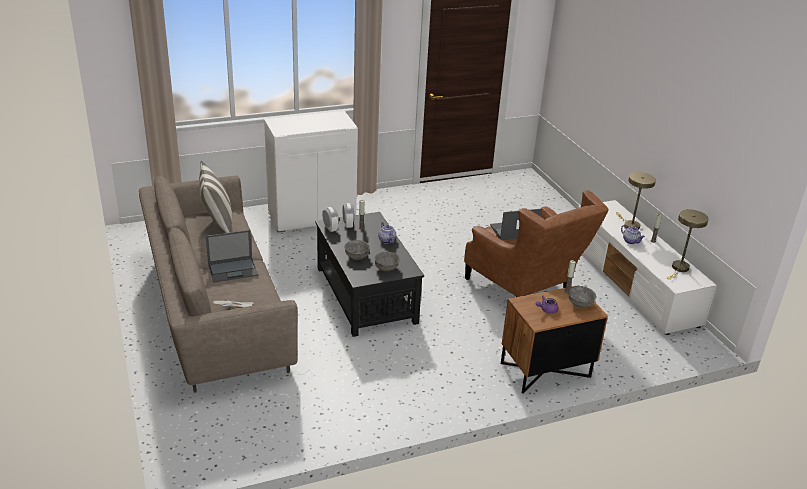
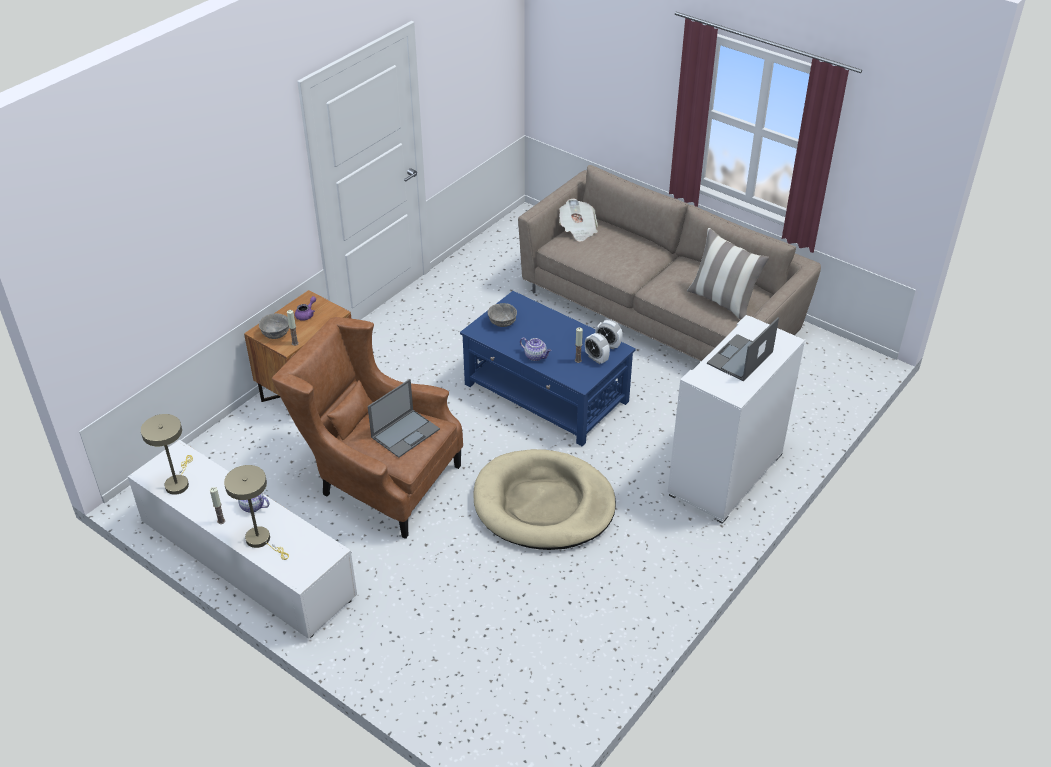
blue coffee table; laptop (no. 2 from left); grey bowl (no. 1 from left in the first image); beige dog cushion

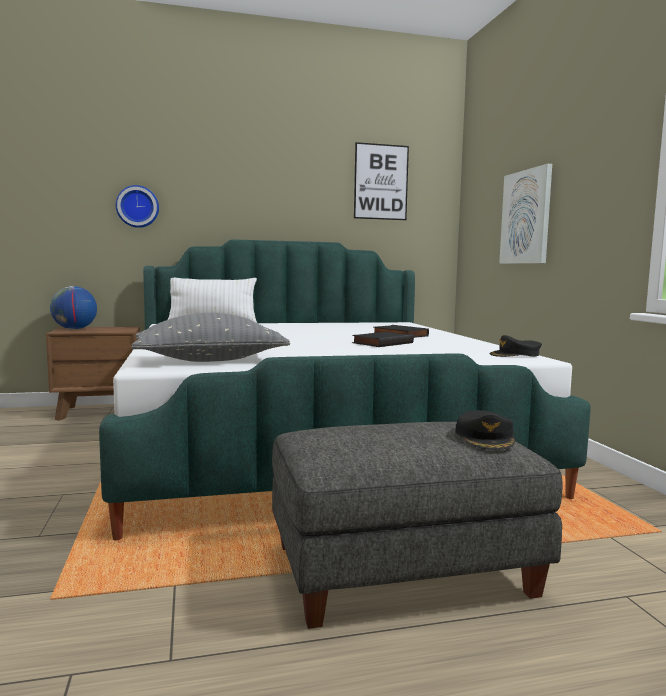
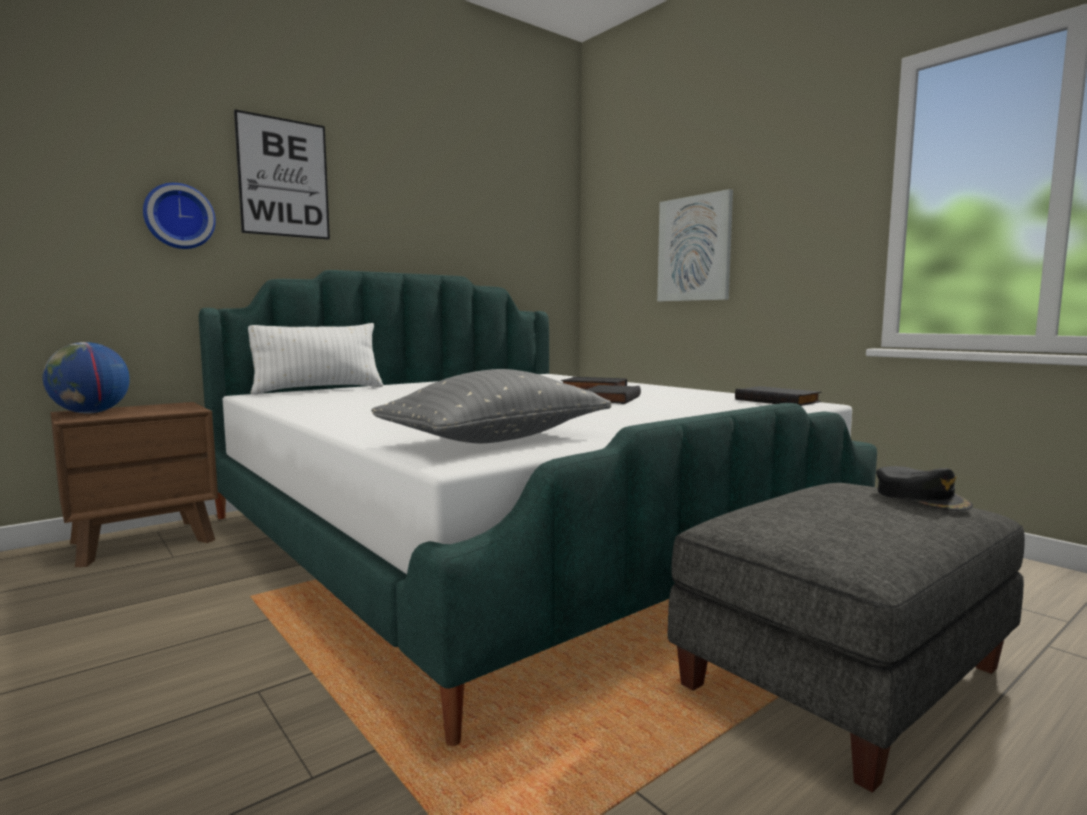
picture (no. 1 from left); blackish book (no. 3 from left)

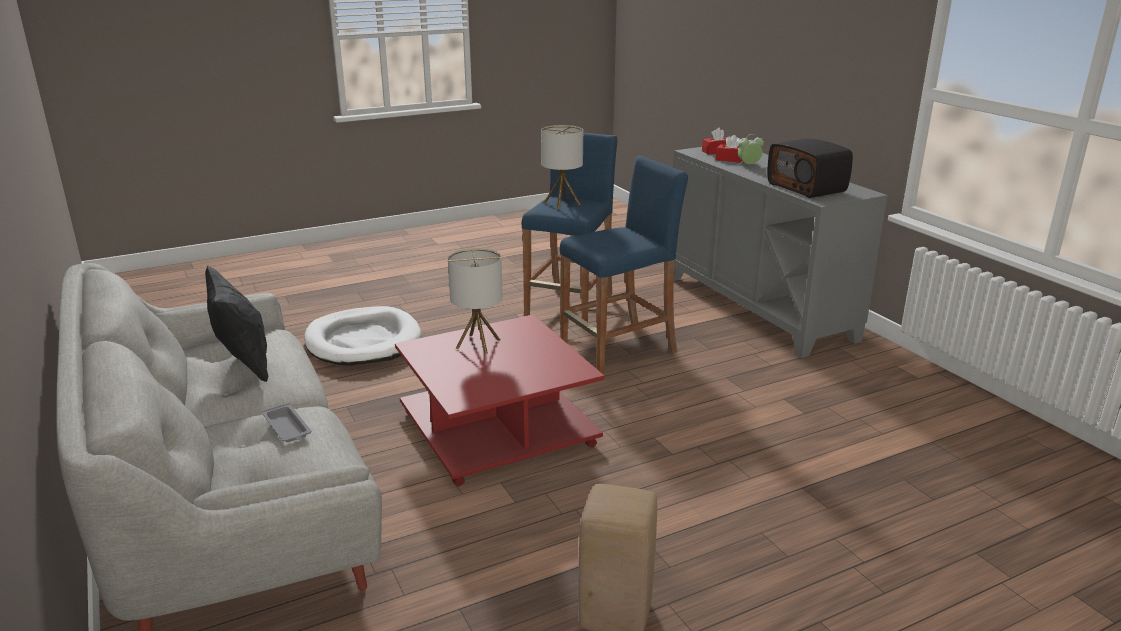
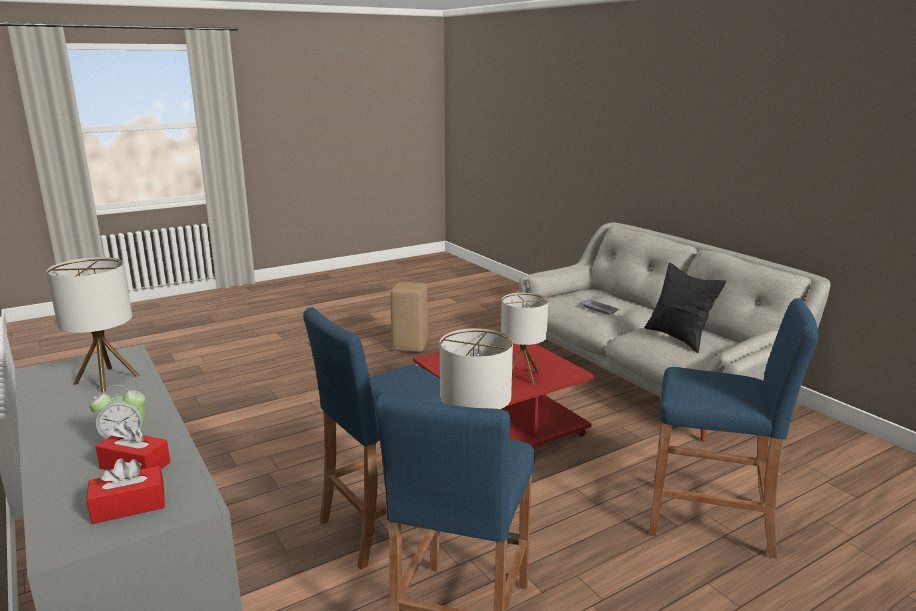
tabletop lamp (no. 1 from left); blue sitting stool (no. 3 from left)

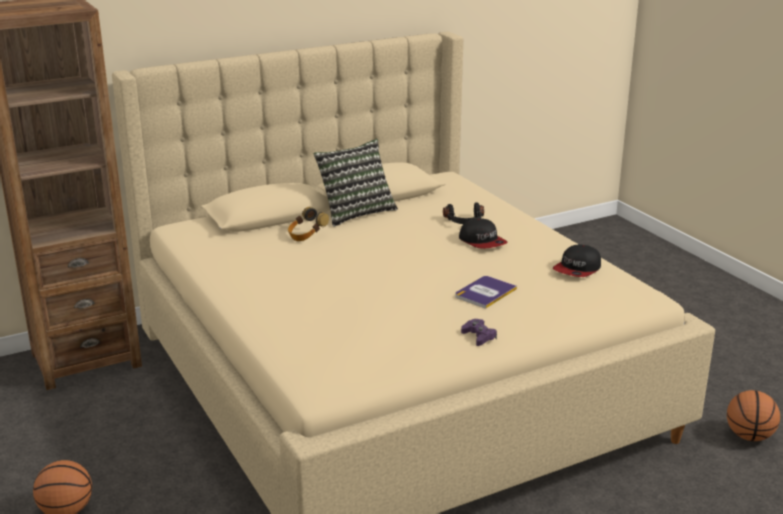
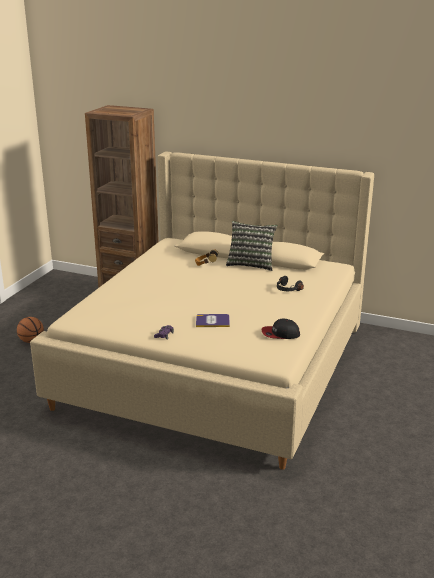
peaked cap (no. 1 from left in the first image); basketball (no. 2 from left in the first image)

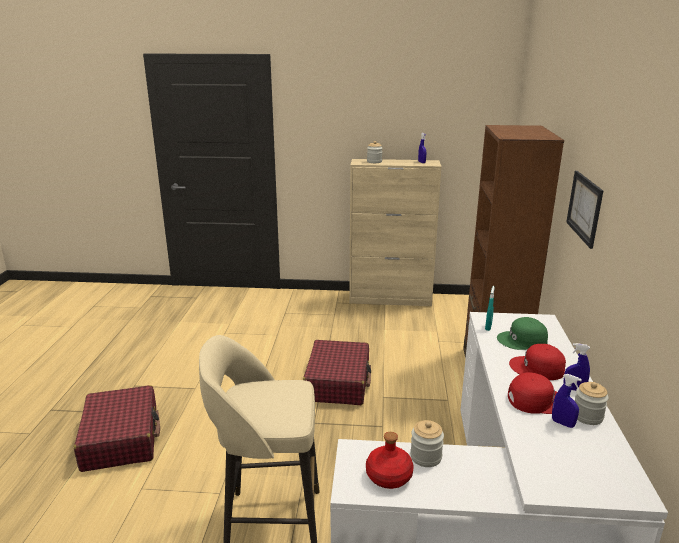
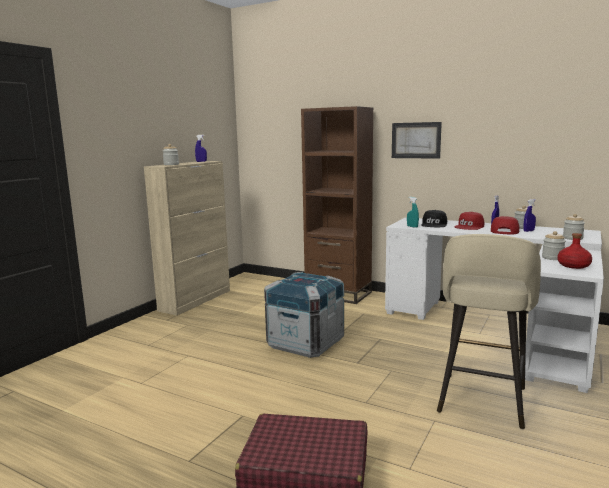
blackish peaked cap; packing crate; preserve jar (no. 4 from left)

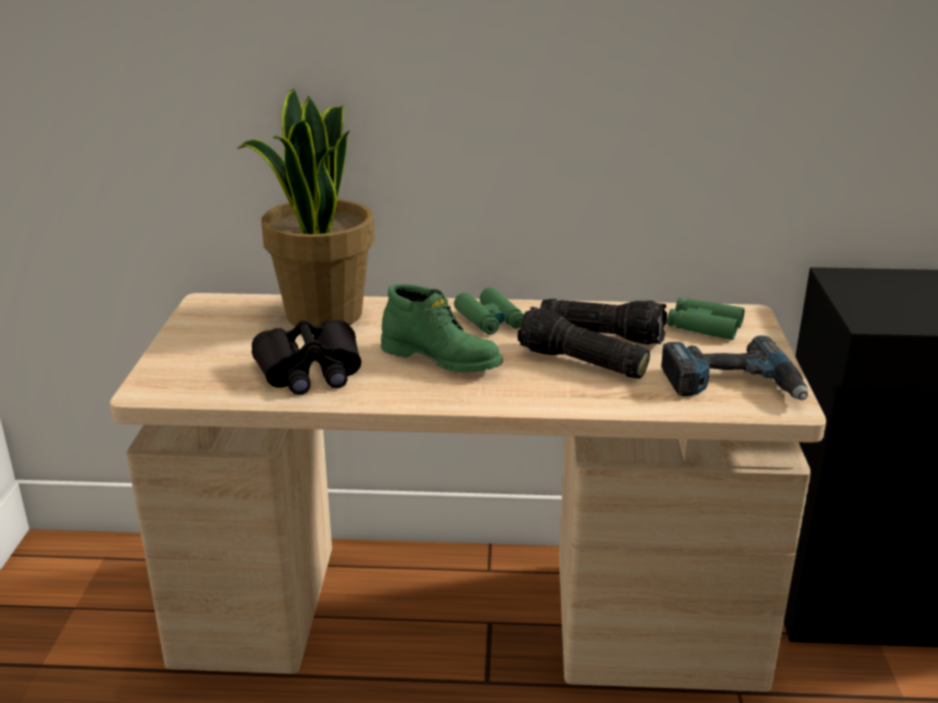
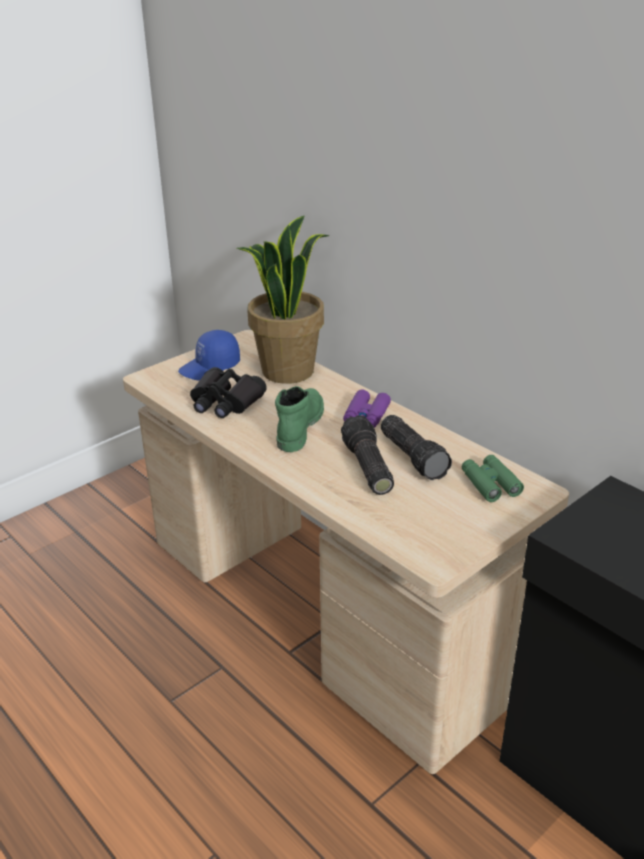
green boot; purple-coloured field glasses; drill; blue peaked cap

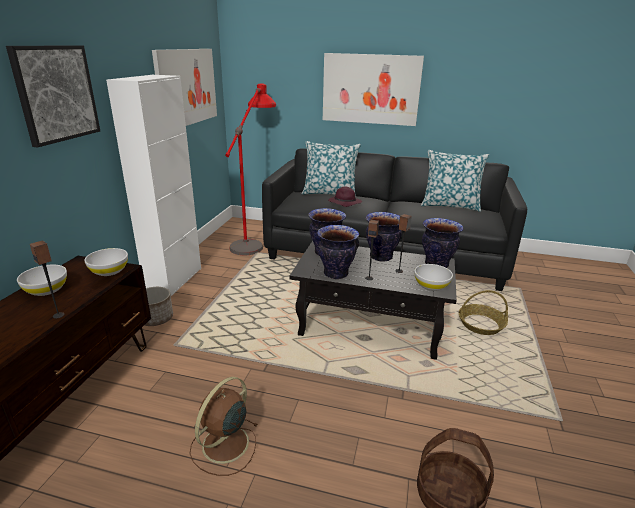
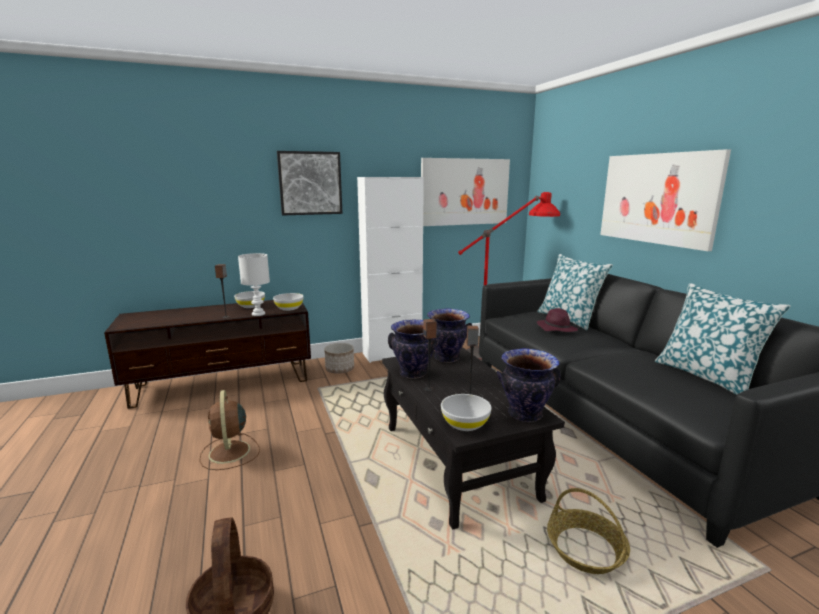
decorative vase (no. 3 from left in the first image); brown cooling fan; white-coloured tabletop lamp

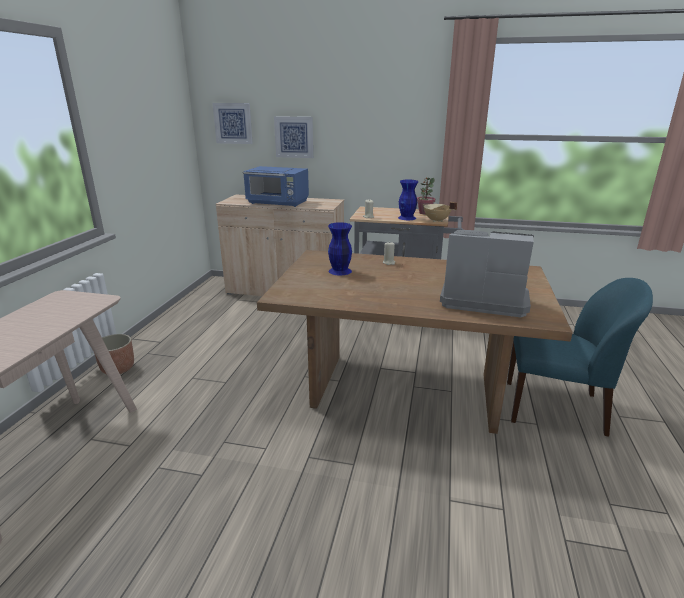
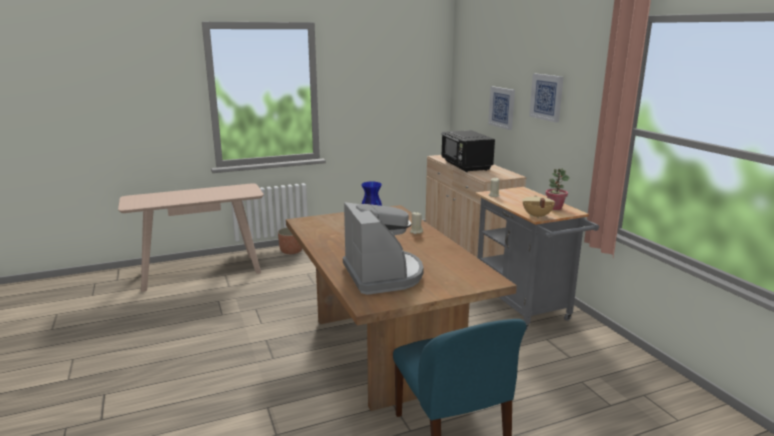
picture (no. 2 from left); blackish microwave; blue decorative vase (no. 2 from left in the first image)

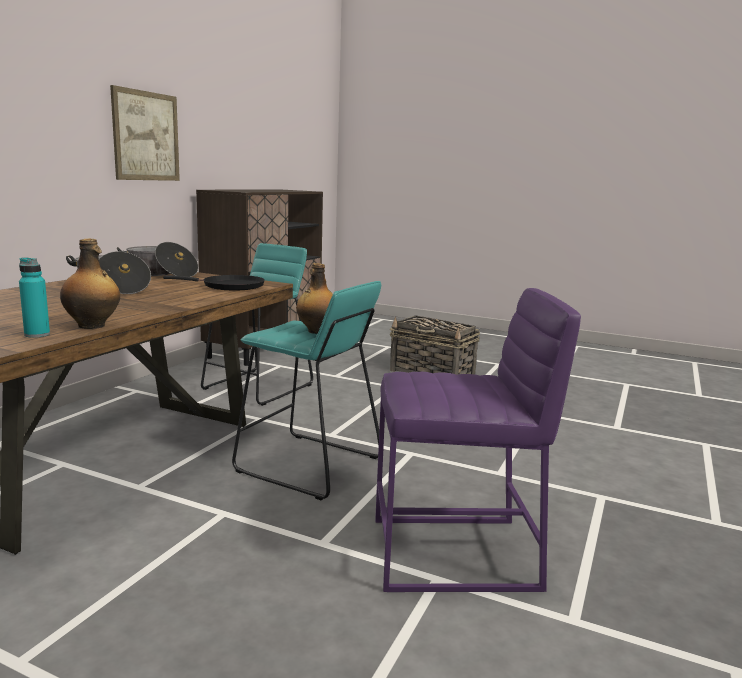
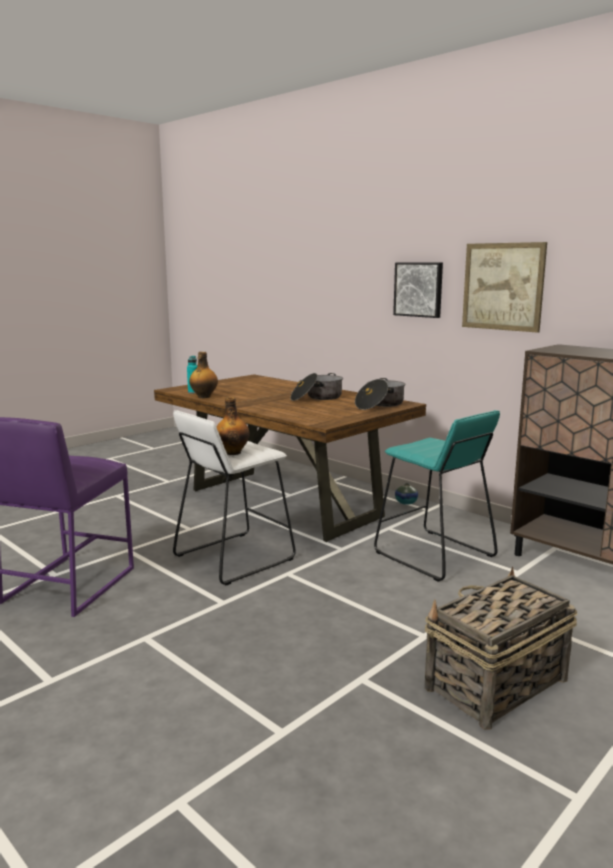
blackish pan; white-coloured sitting stool; picture (no. 1 from left); decorative vase

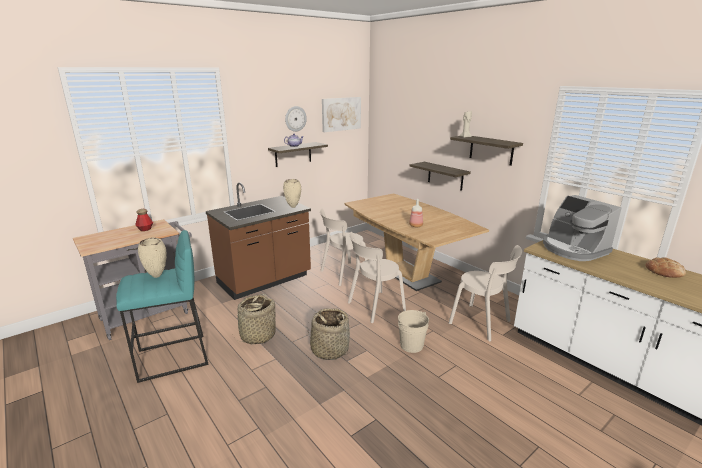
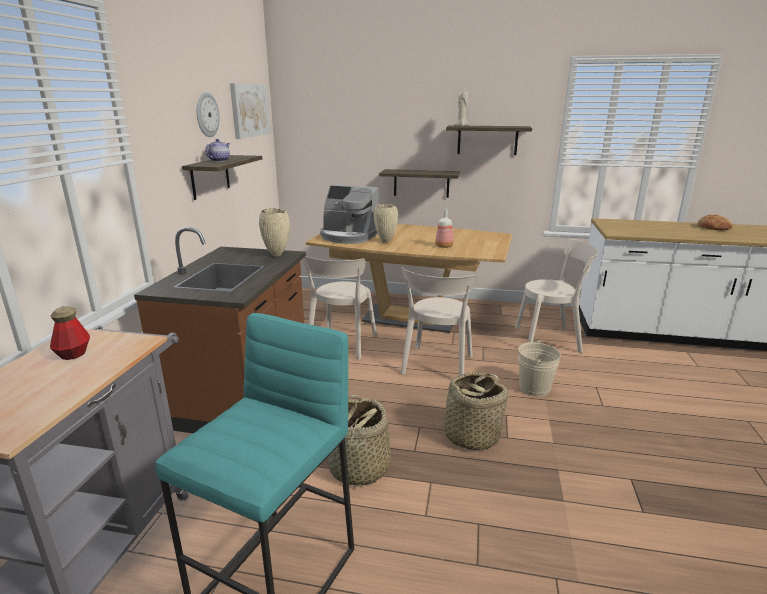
coffee maker; beige decorative vase (no. 2 from left)

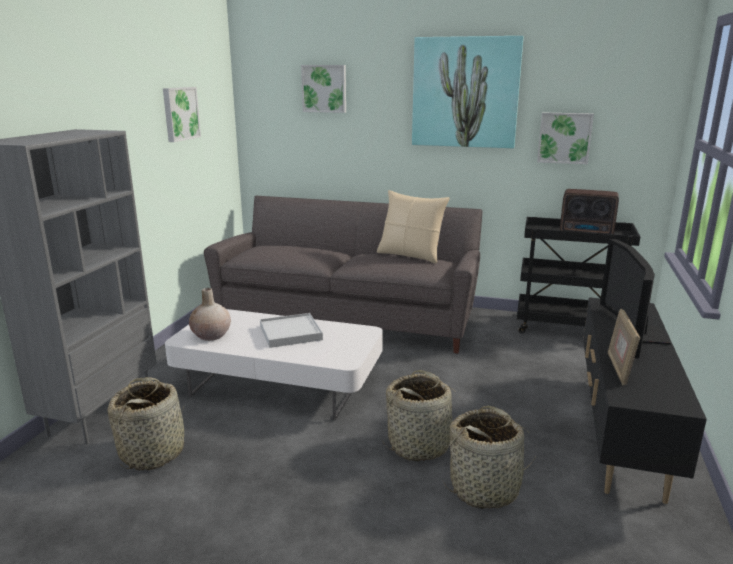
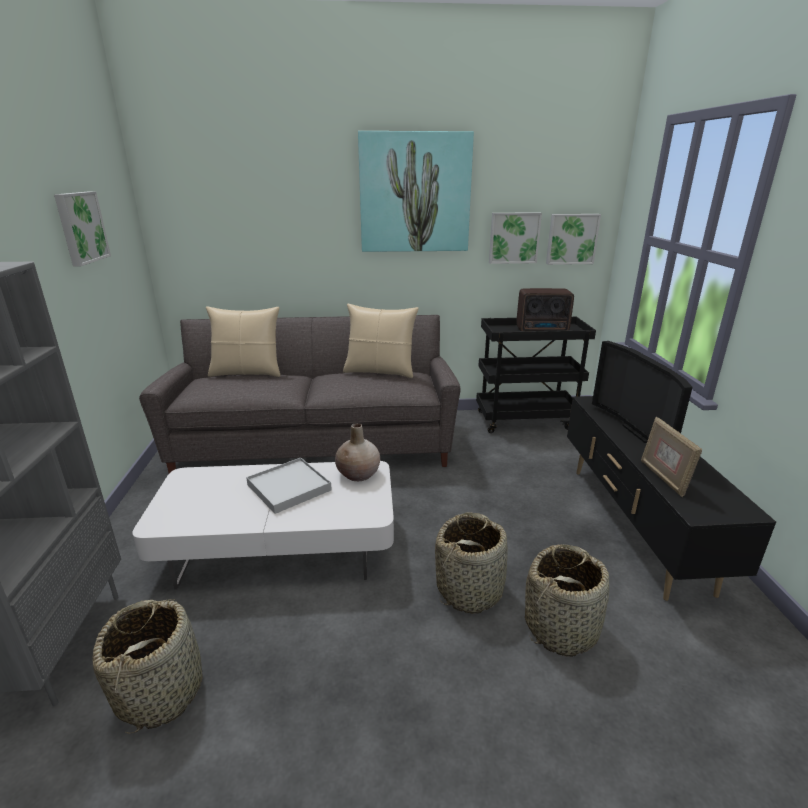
picture (no. 4 from left); beige decorative vase; beige pillow (no. 1 from left)

